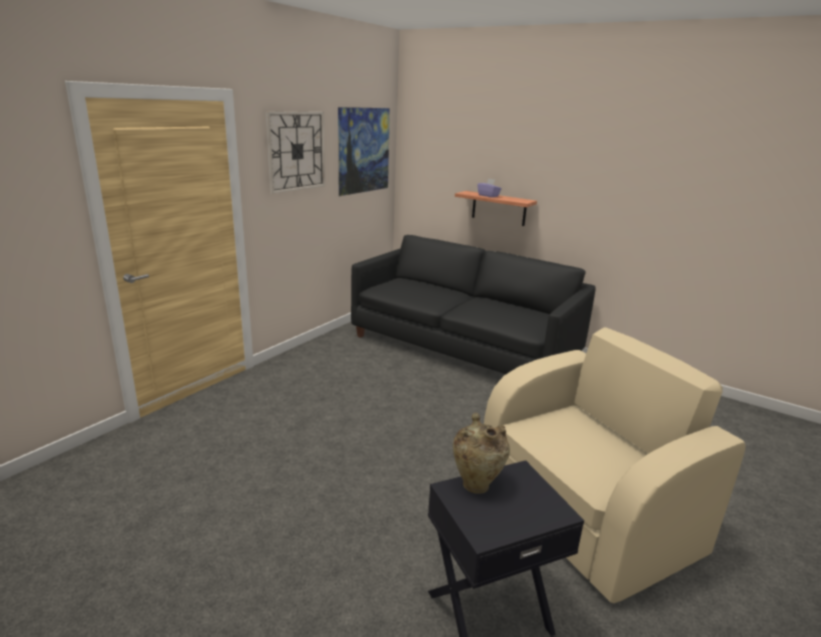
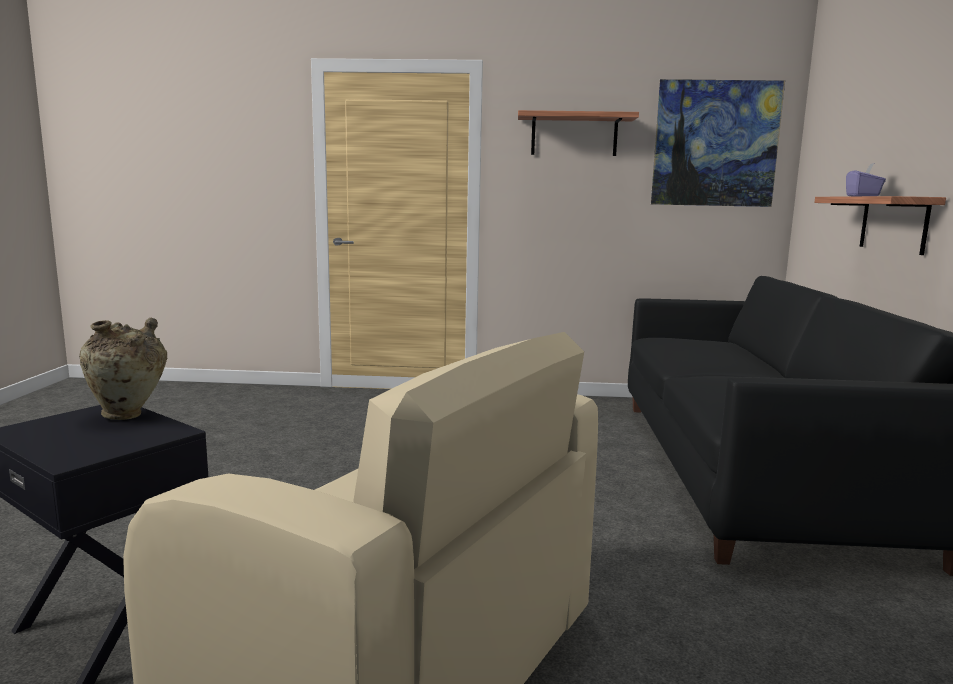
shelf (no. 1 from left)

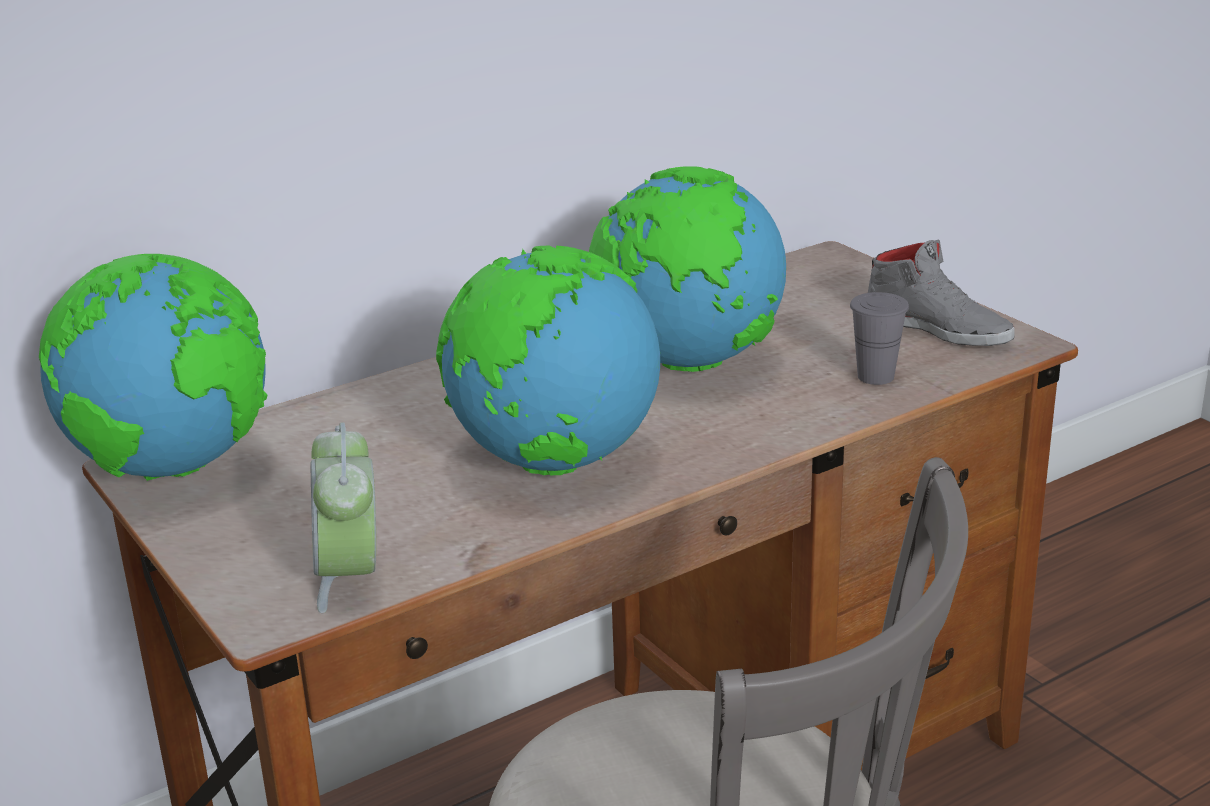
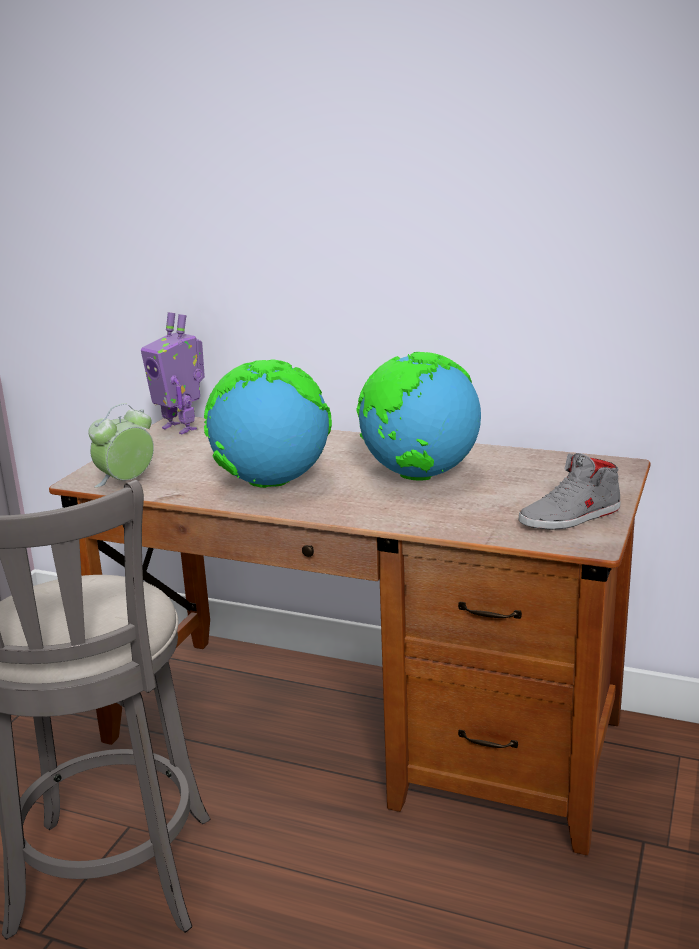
grey low shoe; robot figure; grey cup

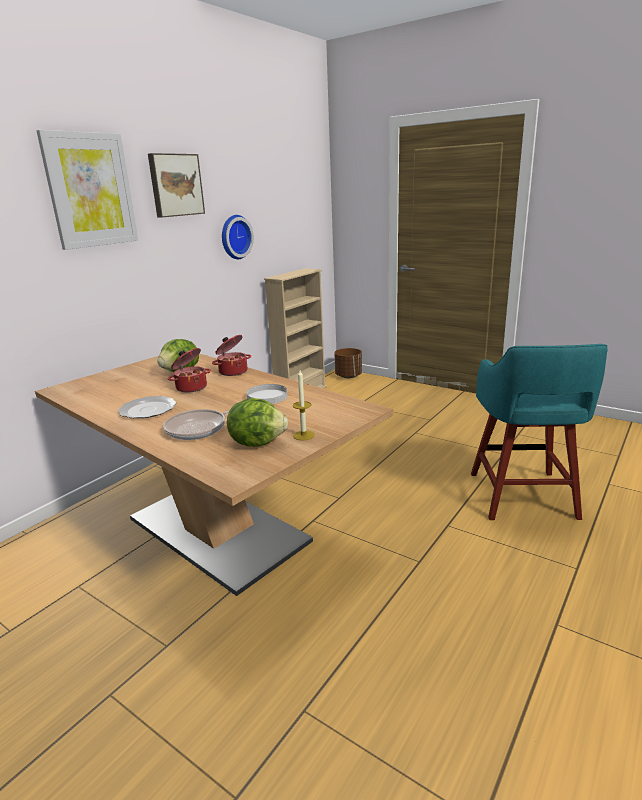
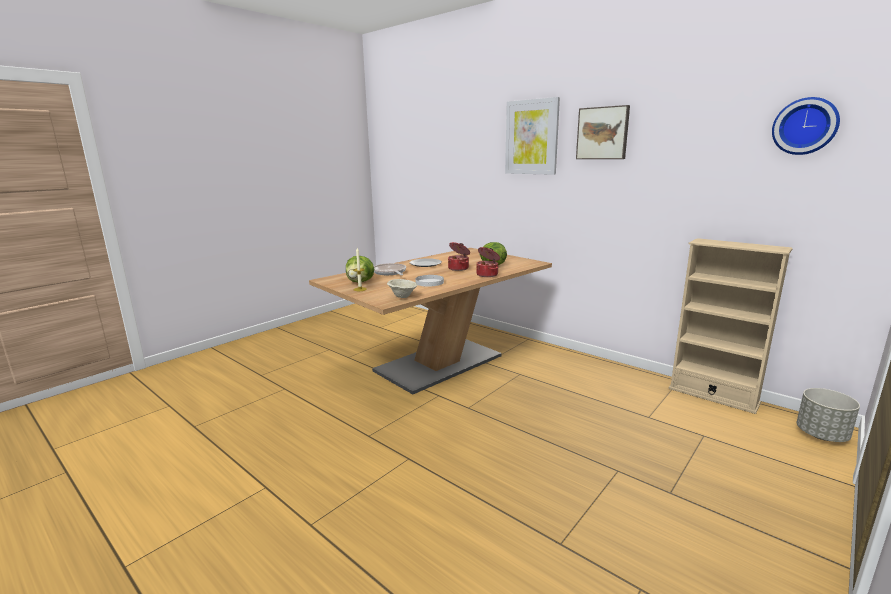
clock on the wall; blue-green sitting stool; grey planter; beige bowl

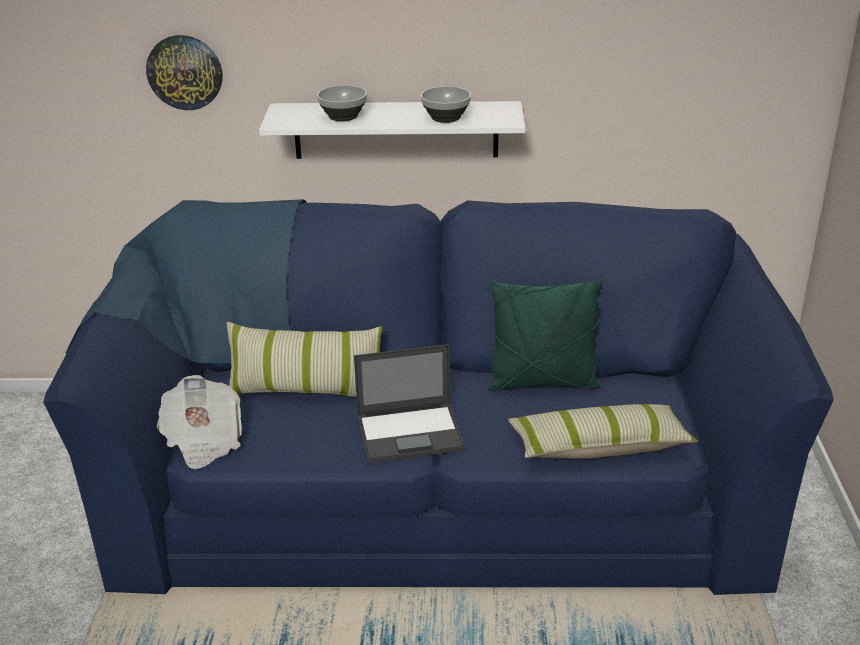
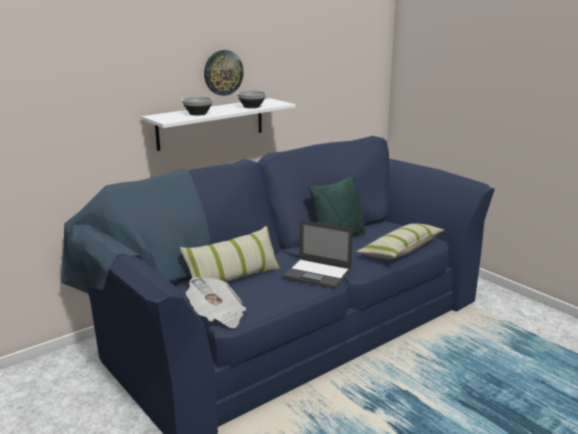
clock on the wall; laptop

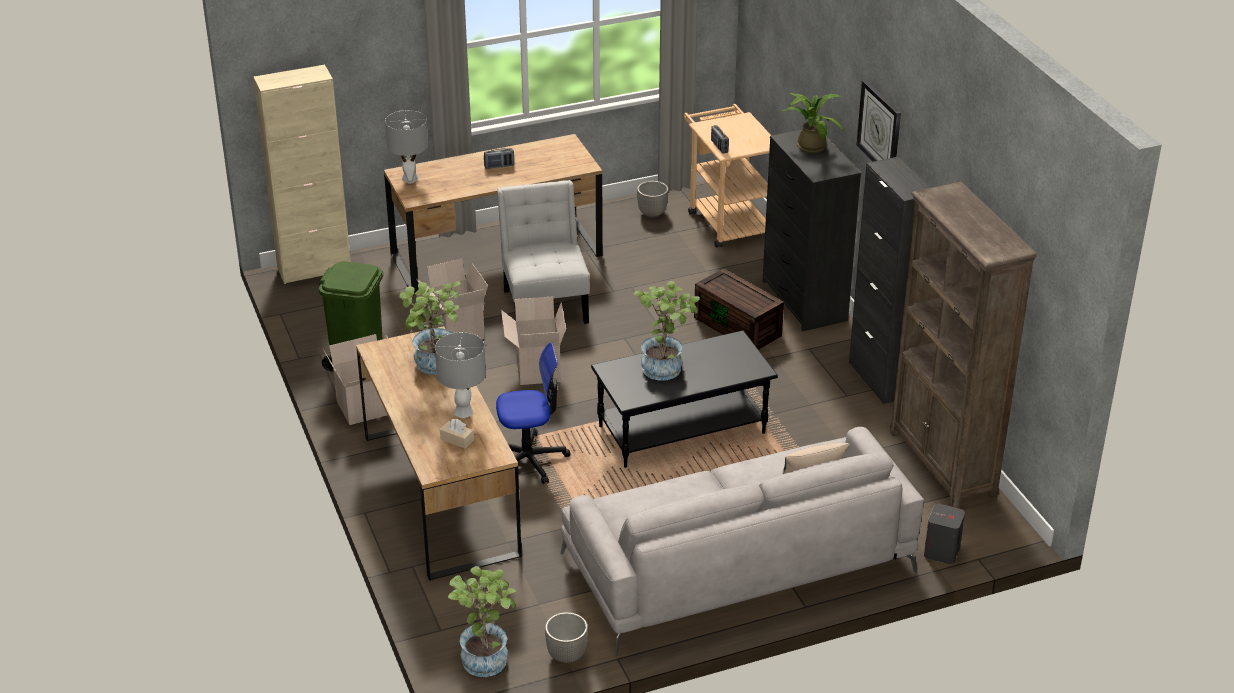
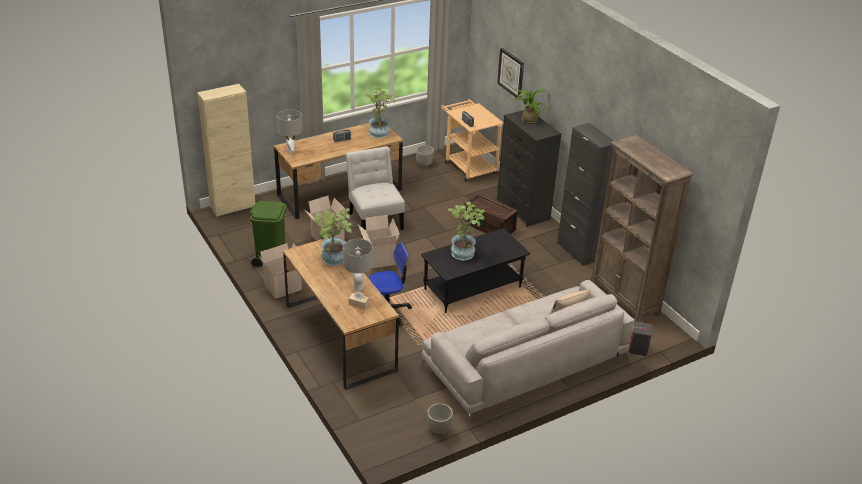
clock on the wall; houseplant (no. 2 from left)

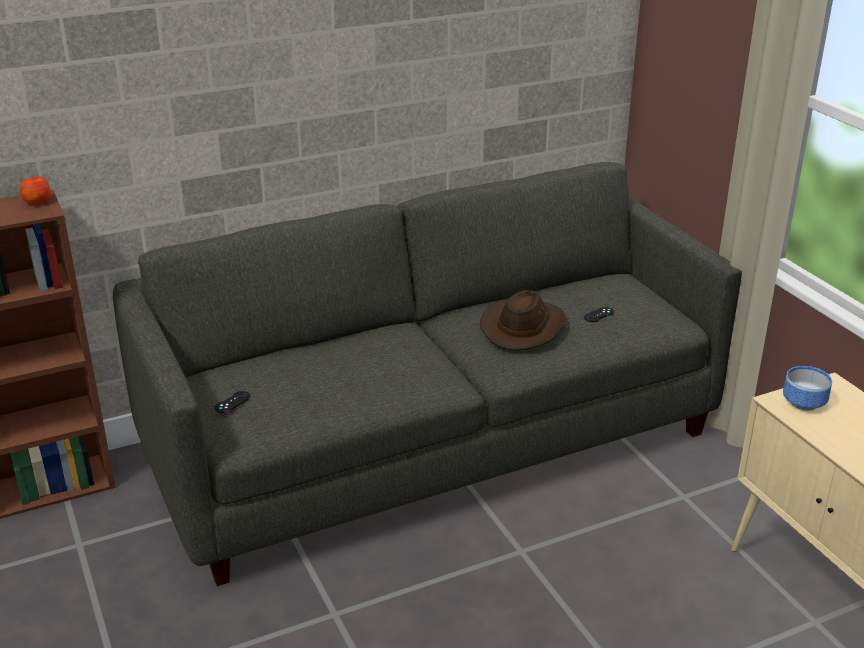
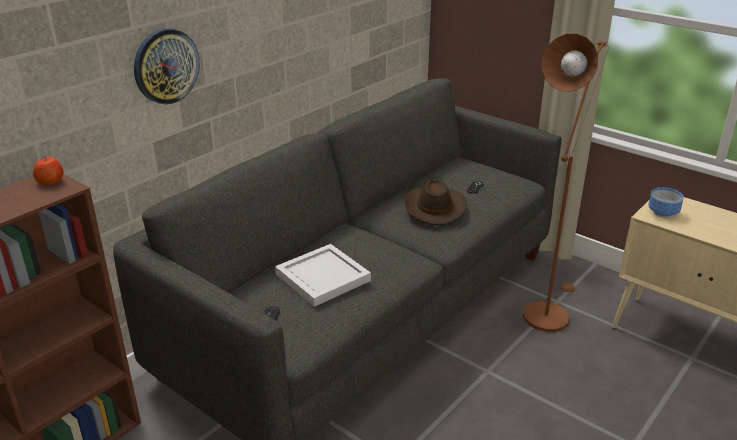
clock on the wall; brown standard lamp; white-coloured tray

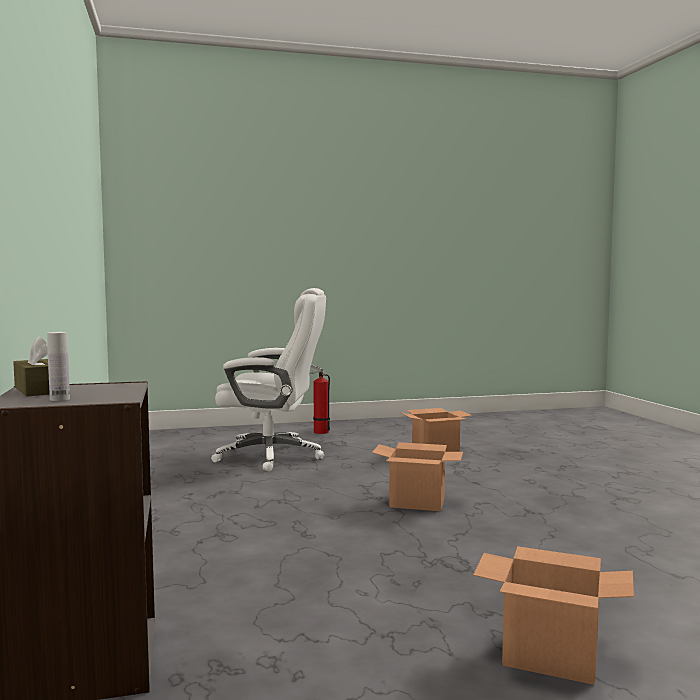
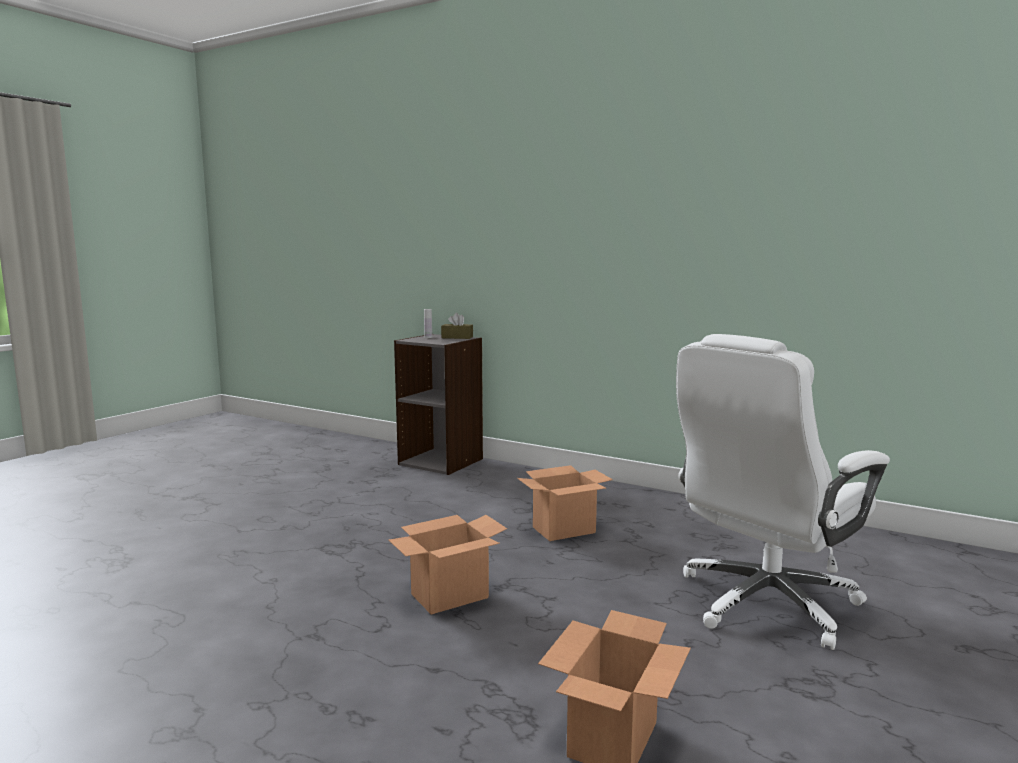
extinguisher; cardboard box (no. 2 from left)

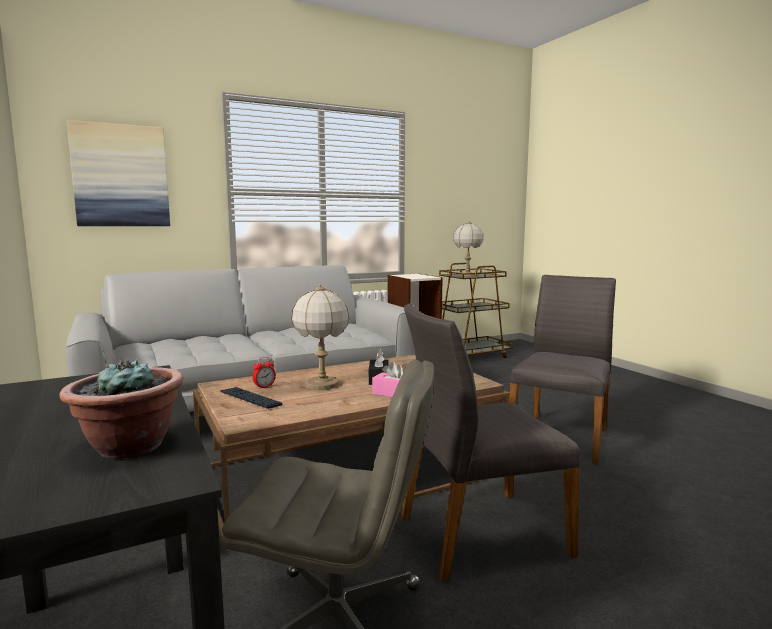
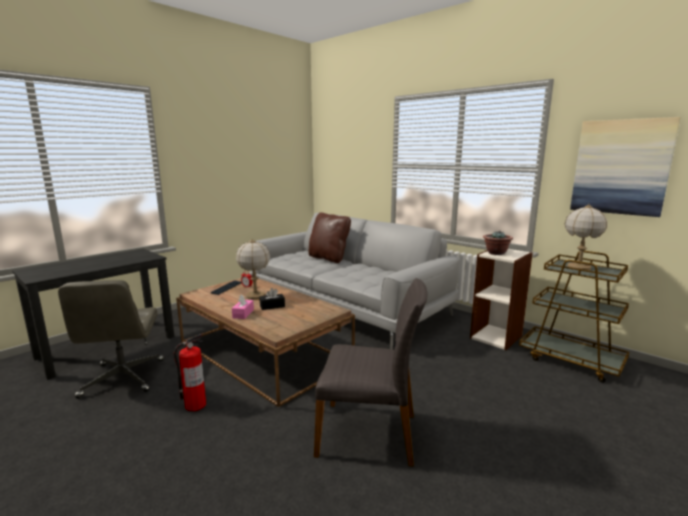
picture; extinguisher; houseplant; brown pillow

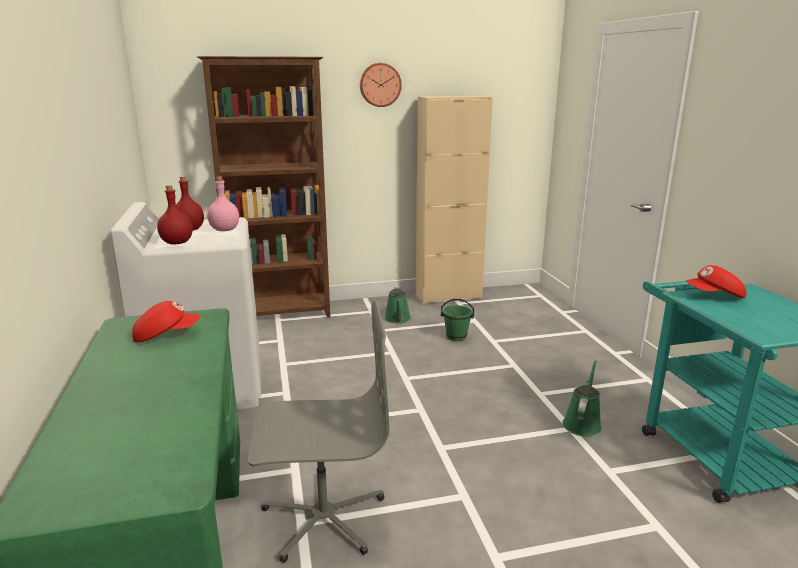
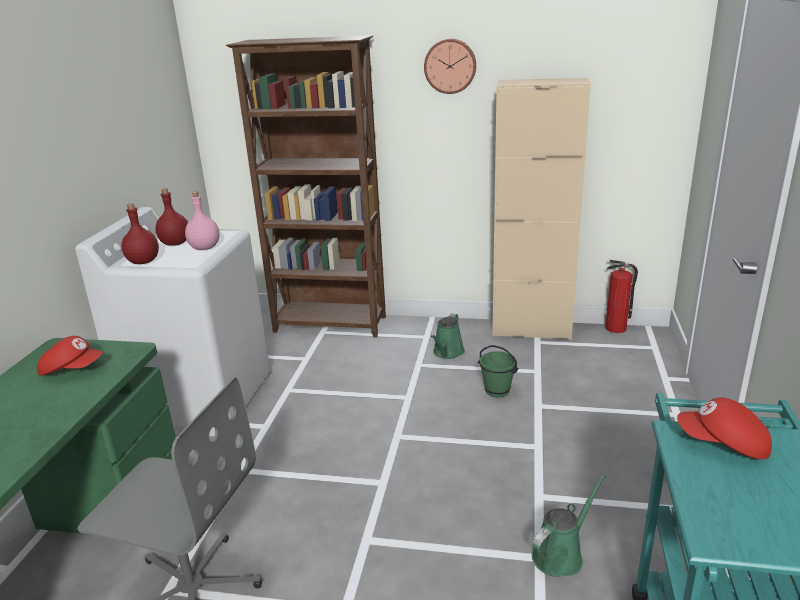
extinguisher

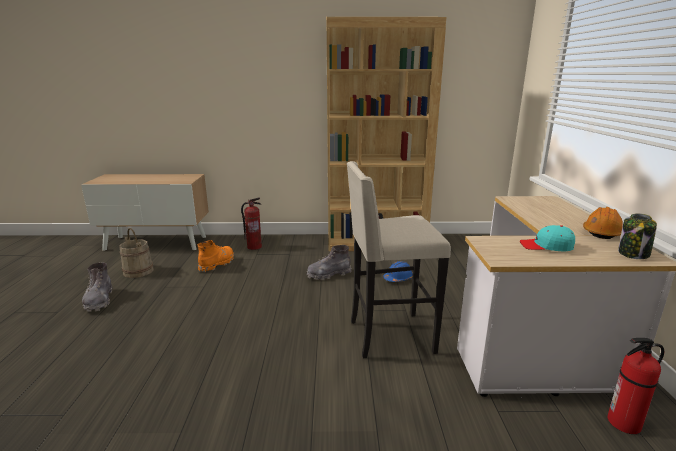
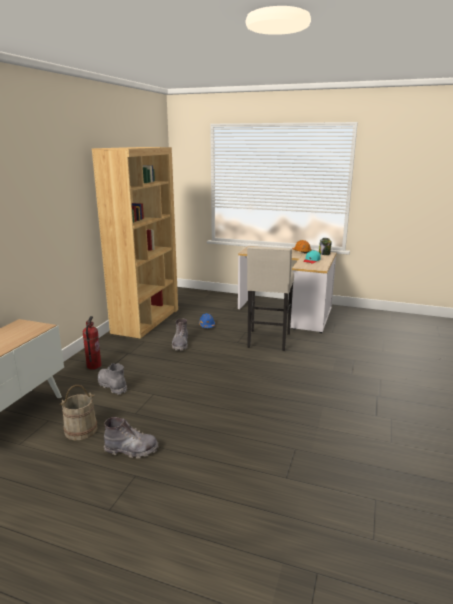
grey boot (no. 1 from left); extinguisher (no. 2 from left in the first image)

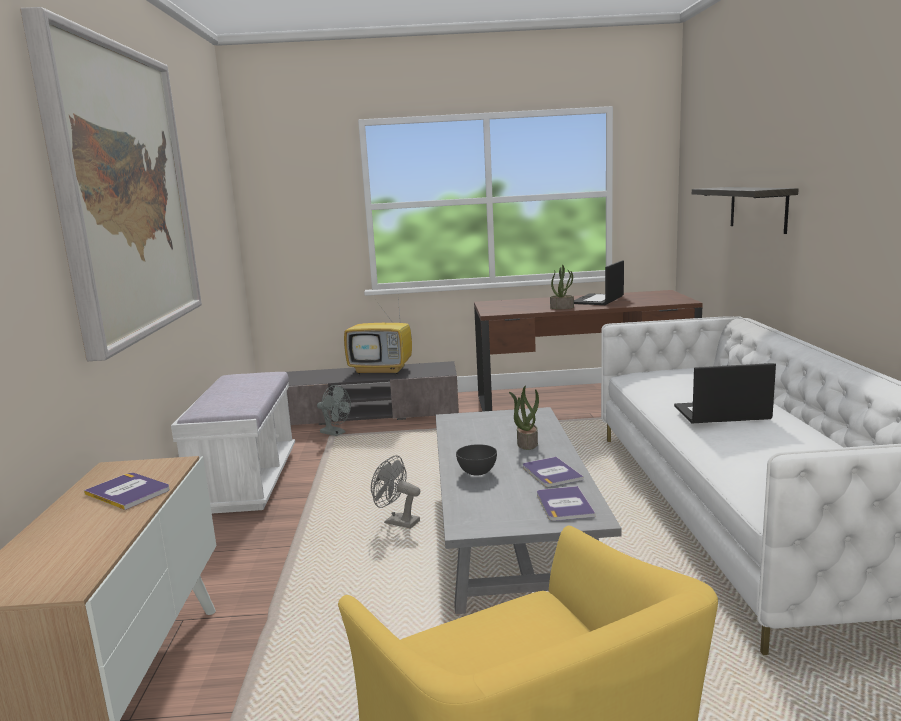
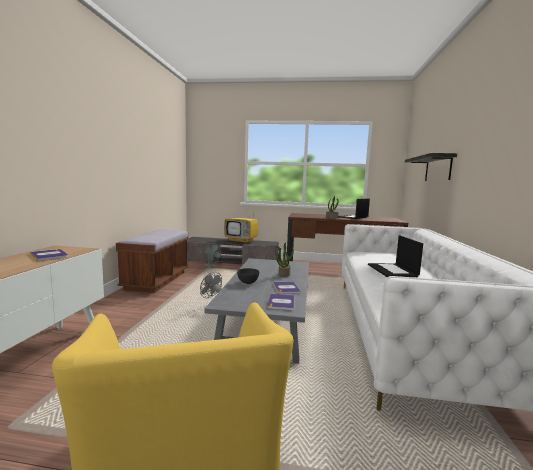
picture; laptop (no. 2 from left); brown indoor bench

